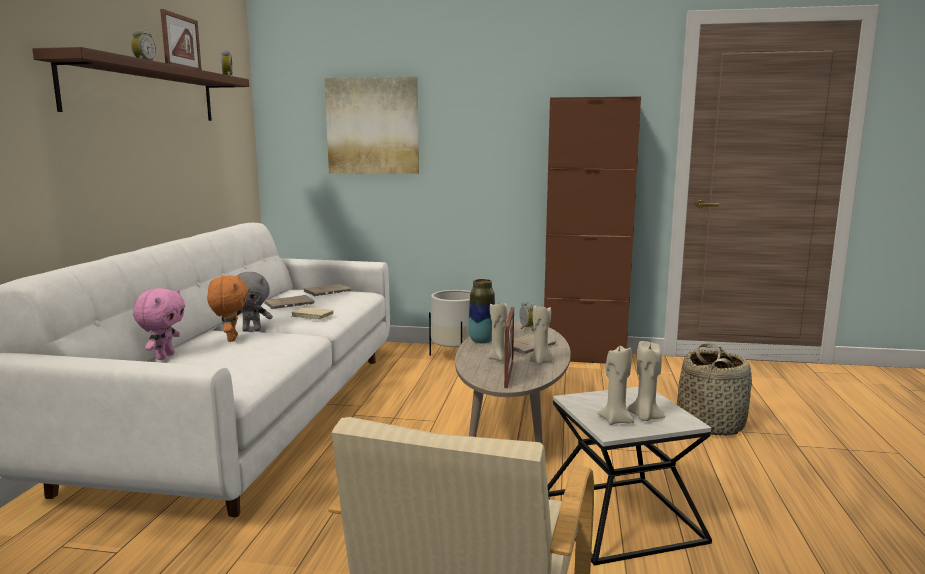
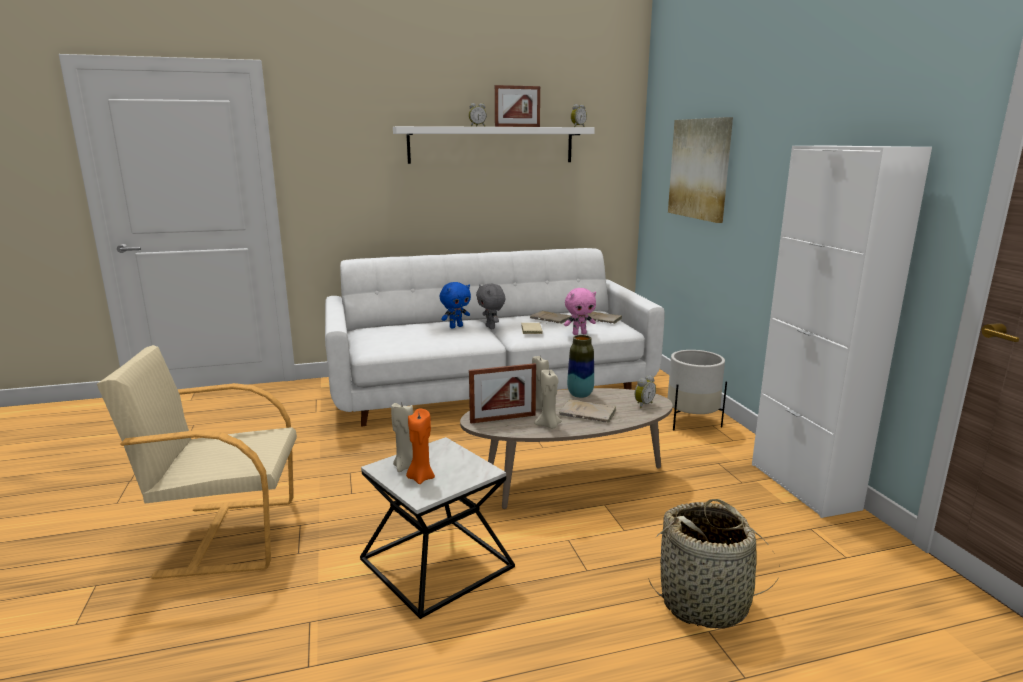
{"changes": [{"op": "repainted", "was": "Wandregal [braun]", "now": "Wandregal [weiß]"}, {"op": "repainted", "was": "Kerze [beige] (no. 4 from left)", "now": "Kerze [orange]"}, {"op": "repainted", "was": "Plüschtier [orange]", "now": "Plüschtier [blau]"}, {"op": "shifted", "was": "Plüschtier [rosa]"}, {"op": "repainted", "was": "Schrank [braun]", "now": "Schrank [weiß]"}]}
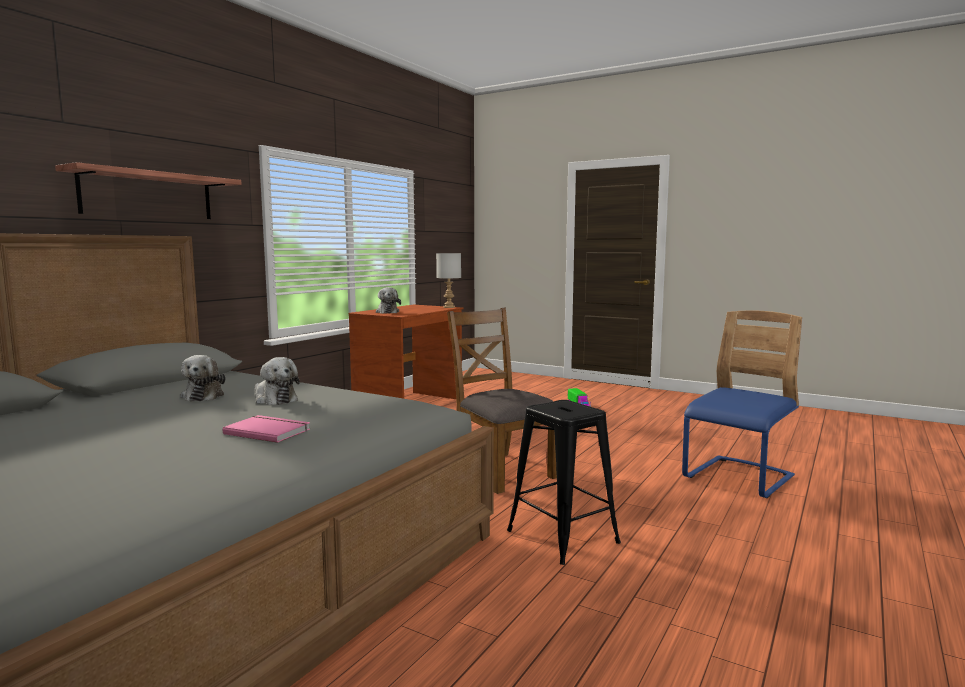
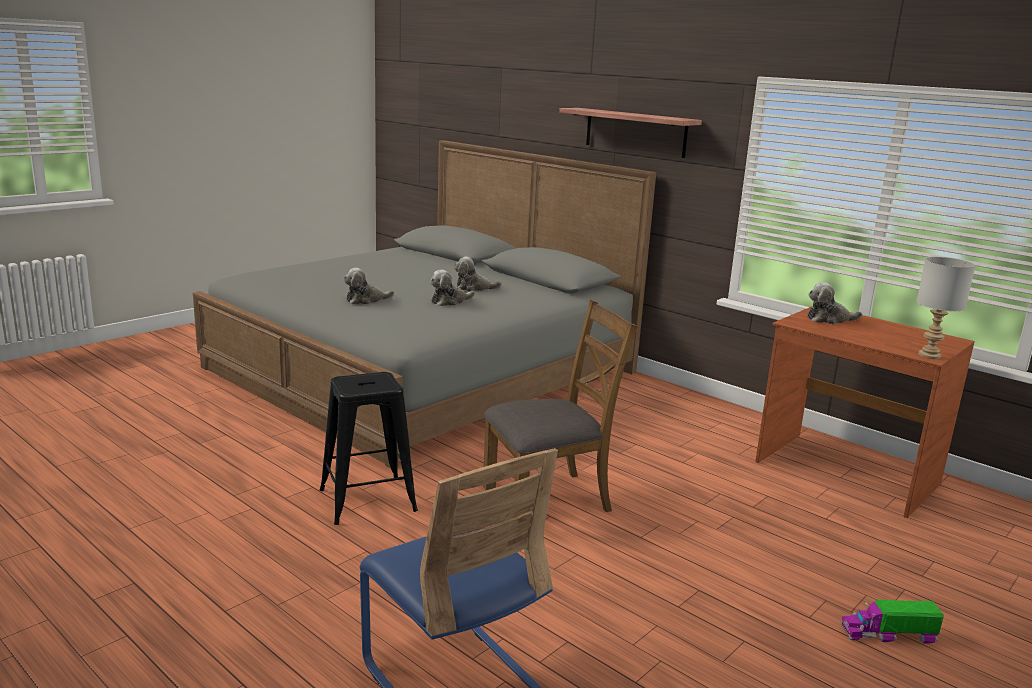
{"changes": [{"op": "swapped", "was": "Buch [rosa]", "now": "Plüschtier (no. 1 from left)"}]}
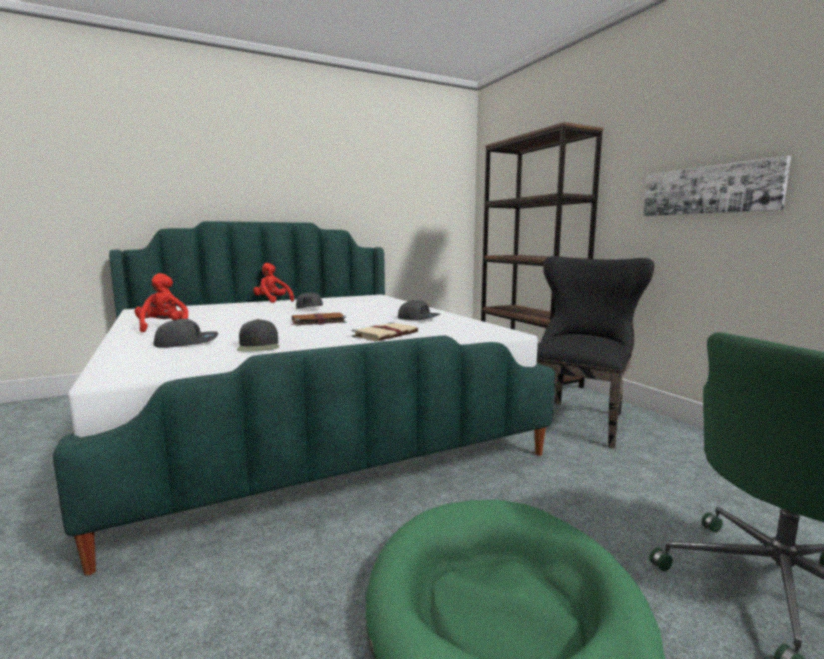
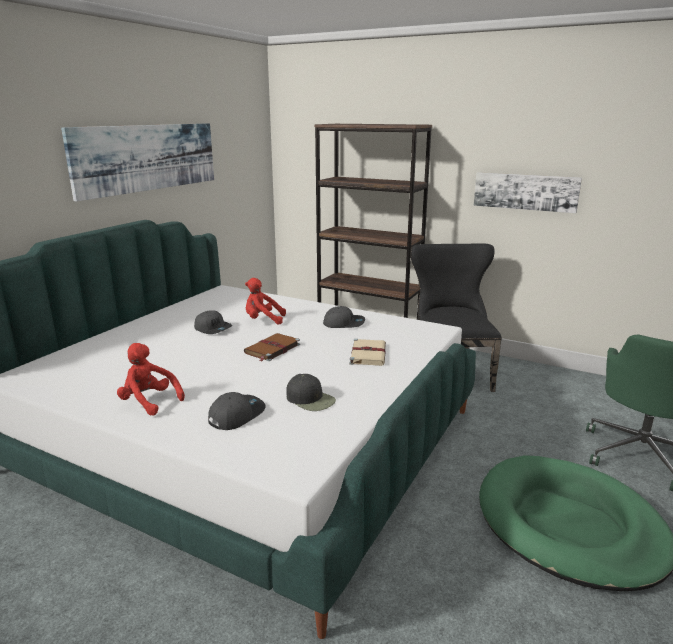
{"changes": [{"op": "new", "now": "Bild (no. 1 from left)"}, {"op": "shifted", "was": "Plüschtier [rot] (no. 2 from left)"}]}
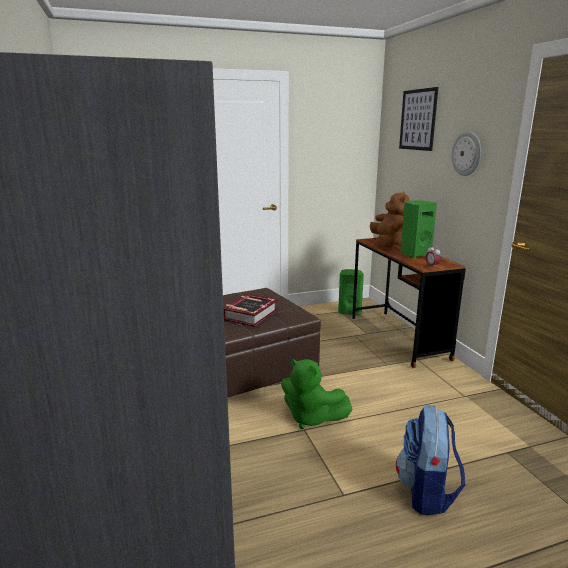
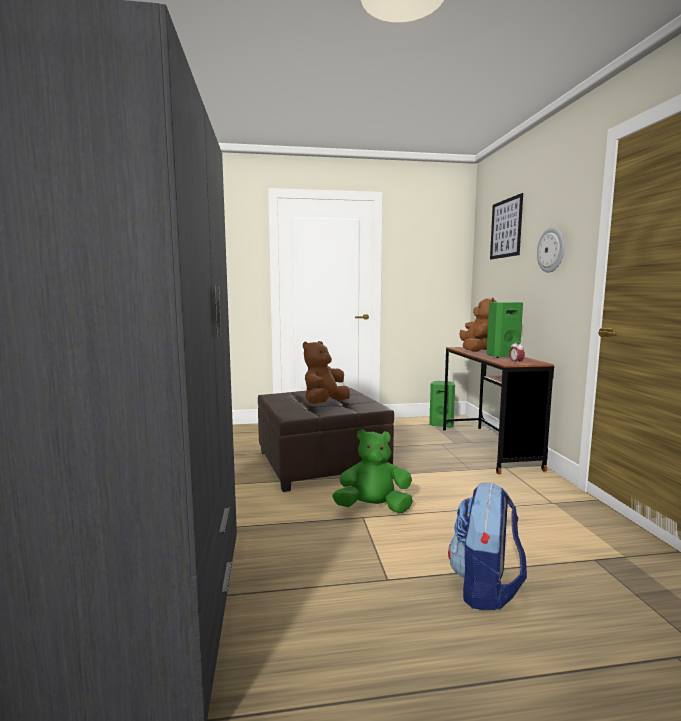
{"changes": [{"op": "swapped", "was": "Buch", "now": "Plüschtier [braun] (no. 1 from left)"}, {"op": "rotated", "was": "Plüschtier [grün]", "clockwise": 135}]}
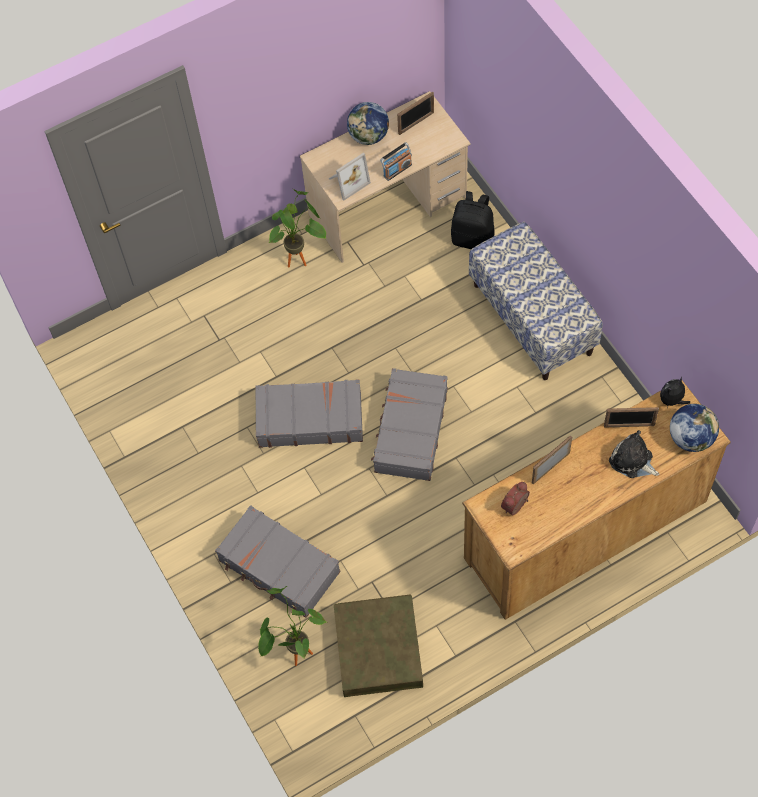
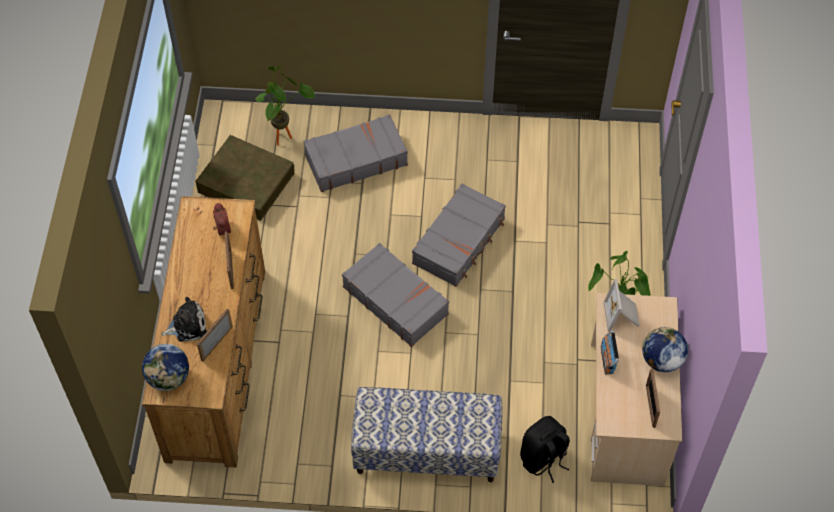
{"changes": [{"op": "gone", "was": "Plüschtier (no. 2 from left)"}]}
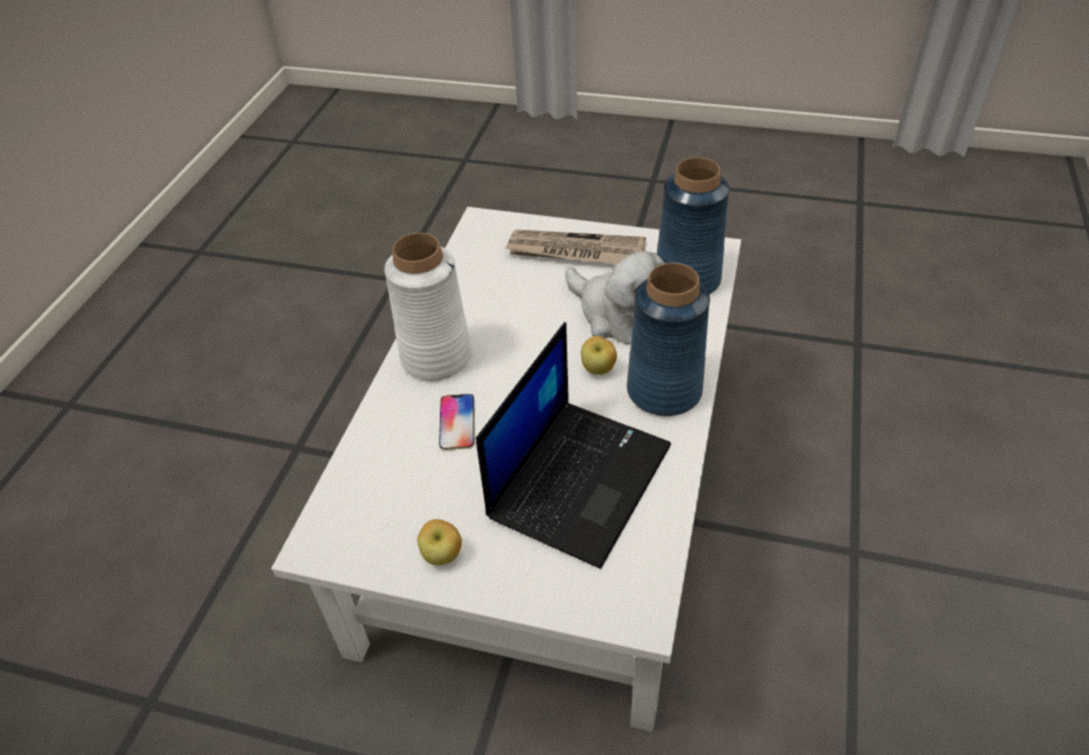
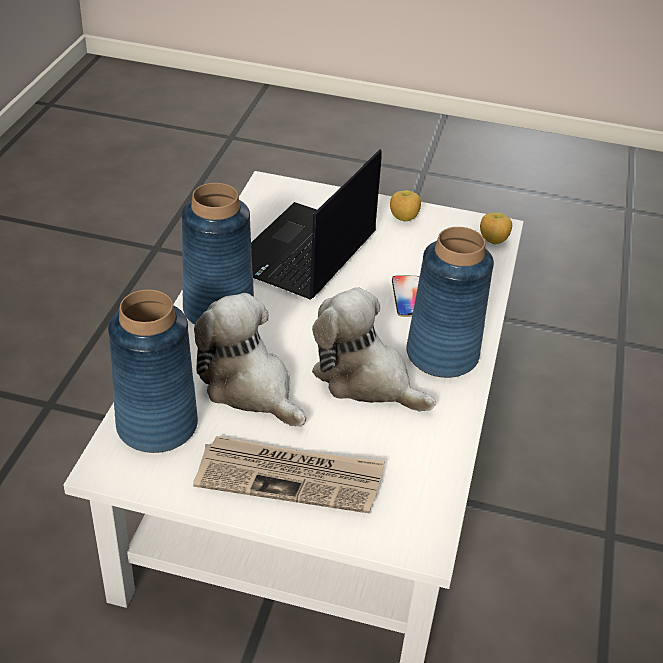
{"changes": [{"op": "new", "now": "Plüschtier (no. 2 from left)"}, {"op": "repainted", "was": "Vase [weiß]", "now": "Vase [blau] (no. 3 from left)"}, {"op": "shifted", "was": "Apfel (no. 2 from left)"}]}
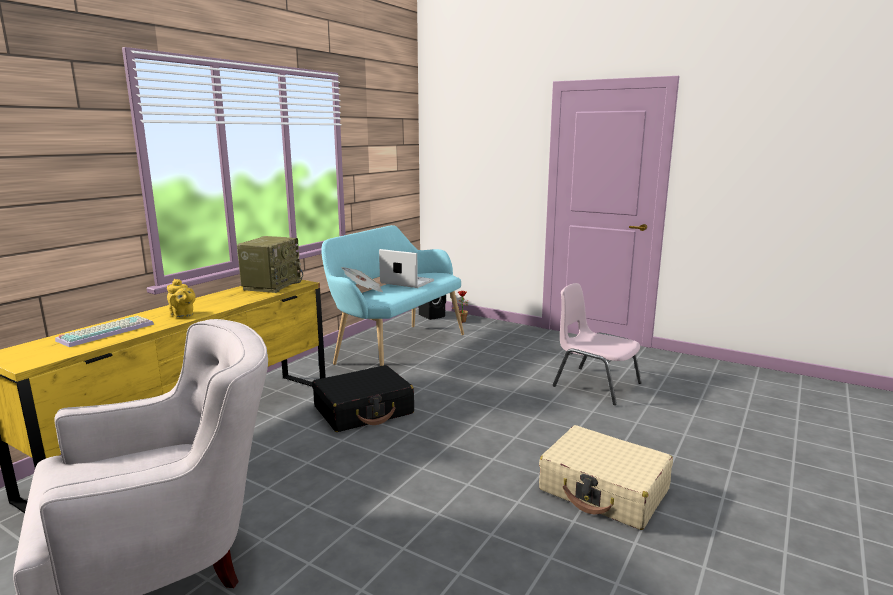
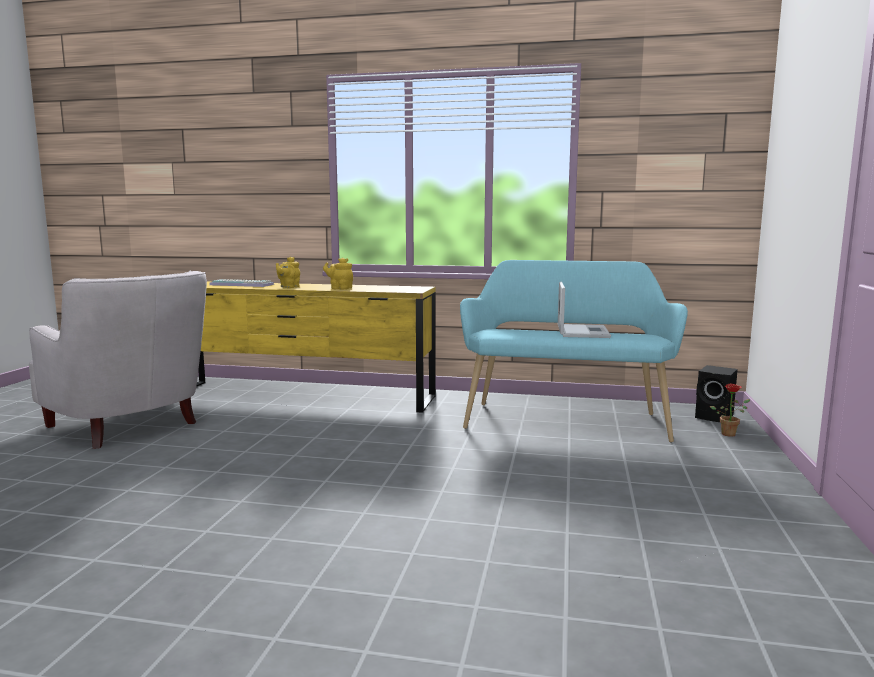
{"changes": [{"op": "new", "now": "Teekanne [gelb] (no. 2 from left)"}, {"op": "gone", "was": "Radio"}, {"op": "gone", "was": "Koffer [schwarz]"}, {"op": "gone", "was": "Zeitung"}, {"op": "gone", "was": "Koffer [beige]"}, {"op": "gone", "was": "Stuhl [rosa]"}]}
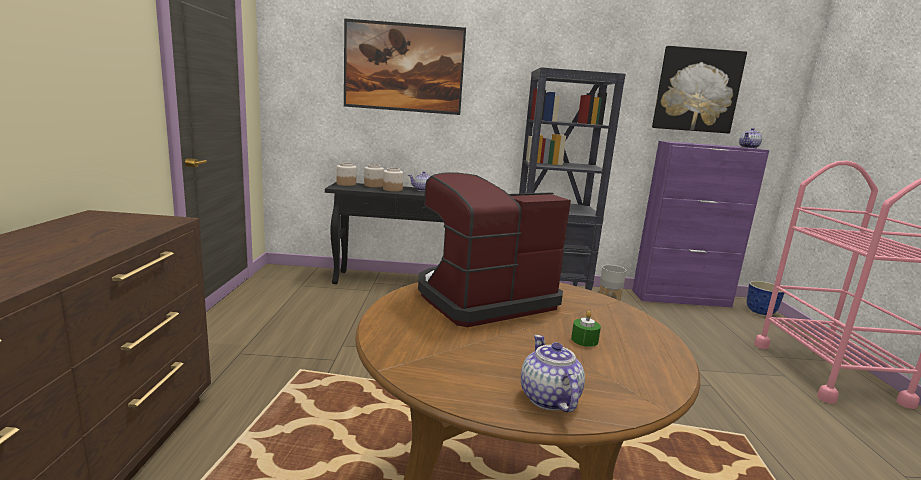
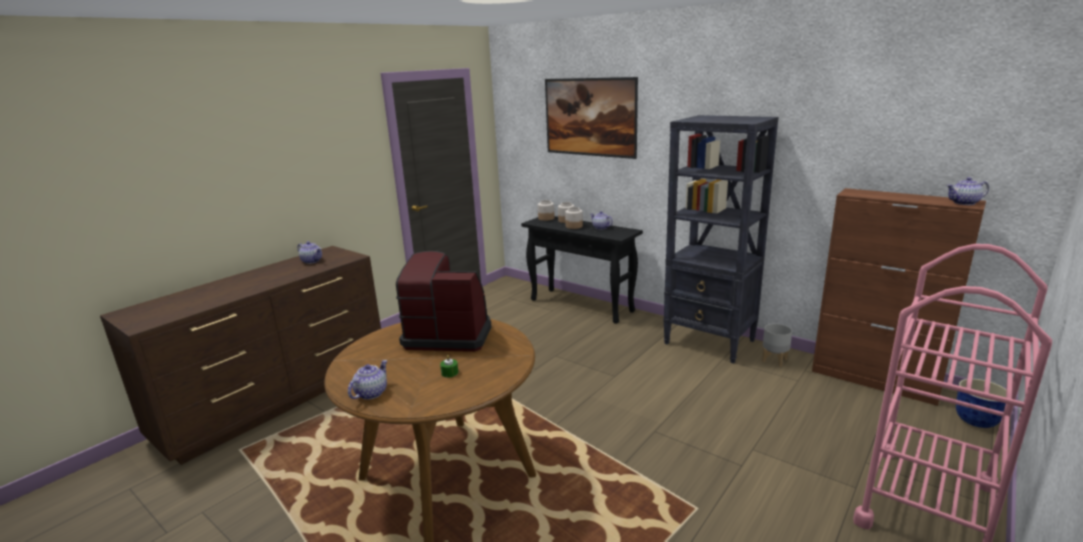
{"changes": [{"op": "new", "now": "Teekanne (no. 1 from left)"}, {"op": "repainted", "was": "Schrank [lila]", "now": "Schrank [braun]"}, {"op": "gone", "was": "Bild (no. 2 from left)"}]}
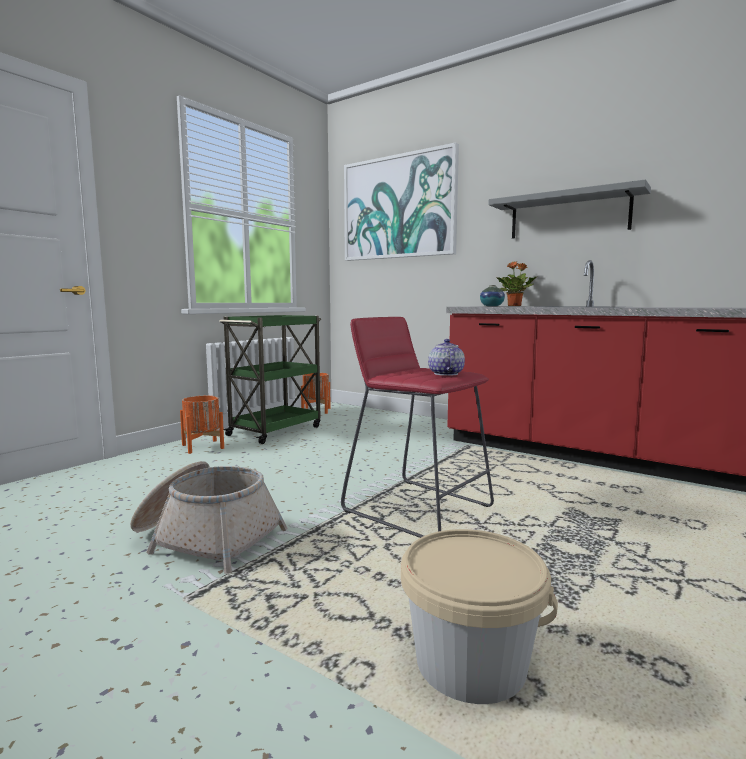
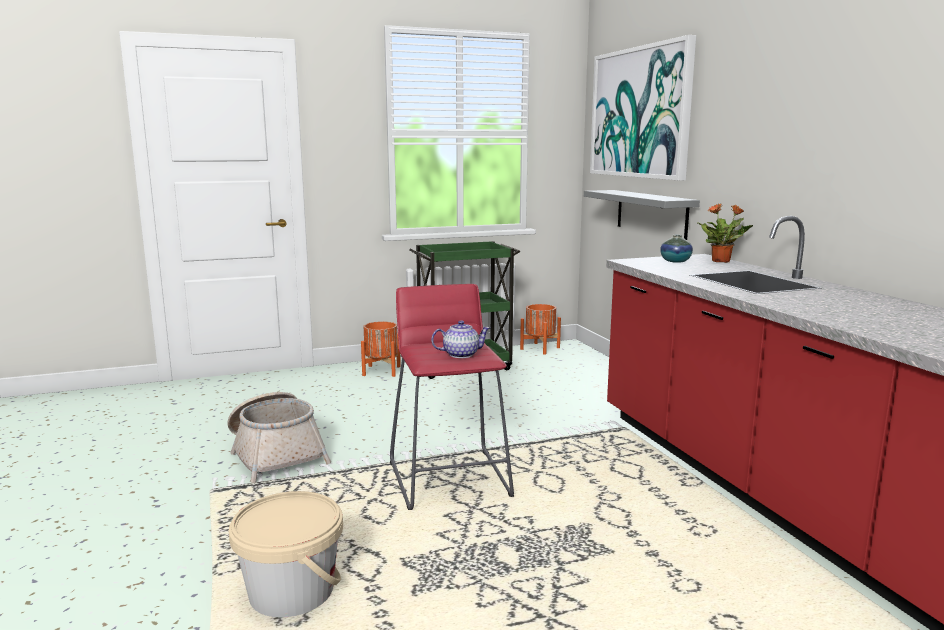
{"changes": [{"op": "rotated", "was": "Teekanne", "clockwise": 45}, {"op": "shifted", "was": "Wandregal [grau]"}]}
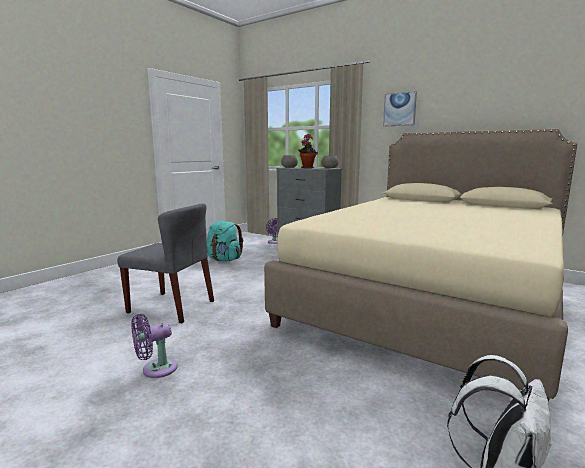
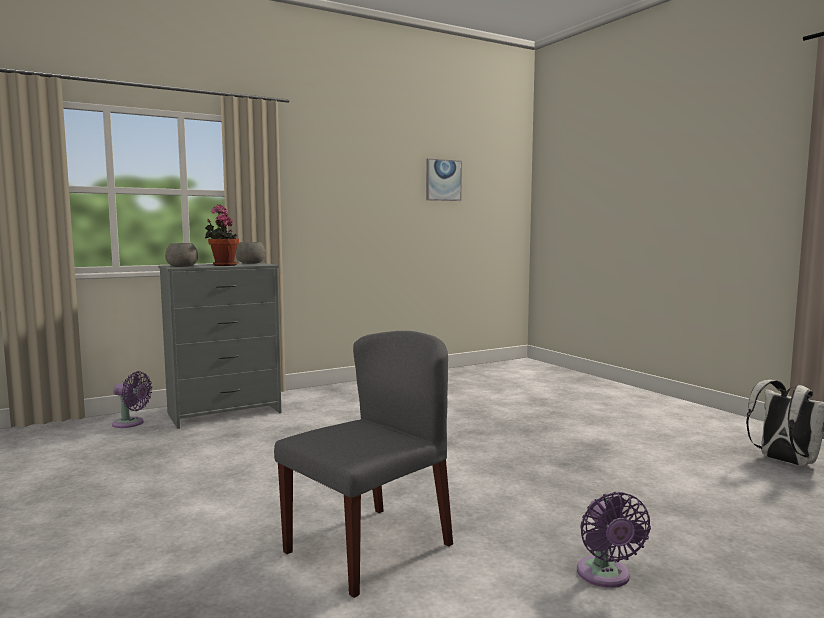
{"changes": [{"op": "shifted", "was": "Bild"}, {"op": "gone", "was": "Rucksack [türkis]"}, {"op": "gone", "was": "Bett [beige]"}]}
